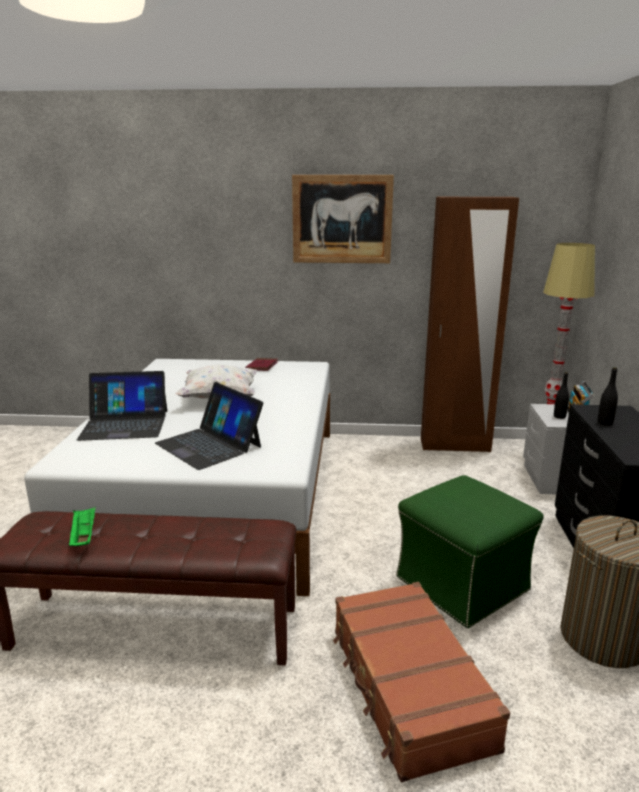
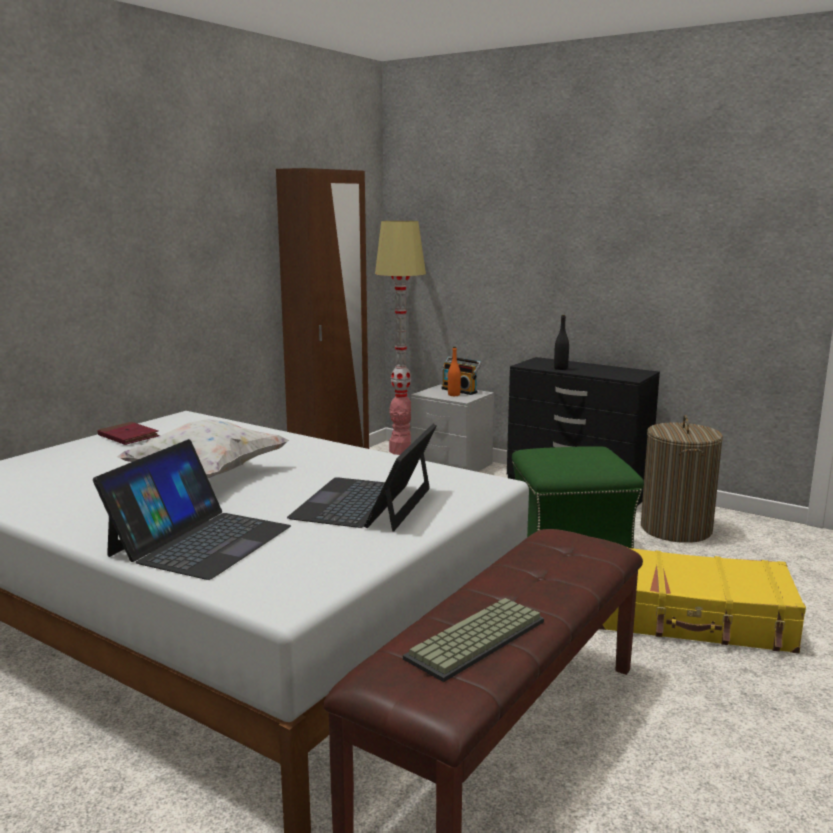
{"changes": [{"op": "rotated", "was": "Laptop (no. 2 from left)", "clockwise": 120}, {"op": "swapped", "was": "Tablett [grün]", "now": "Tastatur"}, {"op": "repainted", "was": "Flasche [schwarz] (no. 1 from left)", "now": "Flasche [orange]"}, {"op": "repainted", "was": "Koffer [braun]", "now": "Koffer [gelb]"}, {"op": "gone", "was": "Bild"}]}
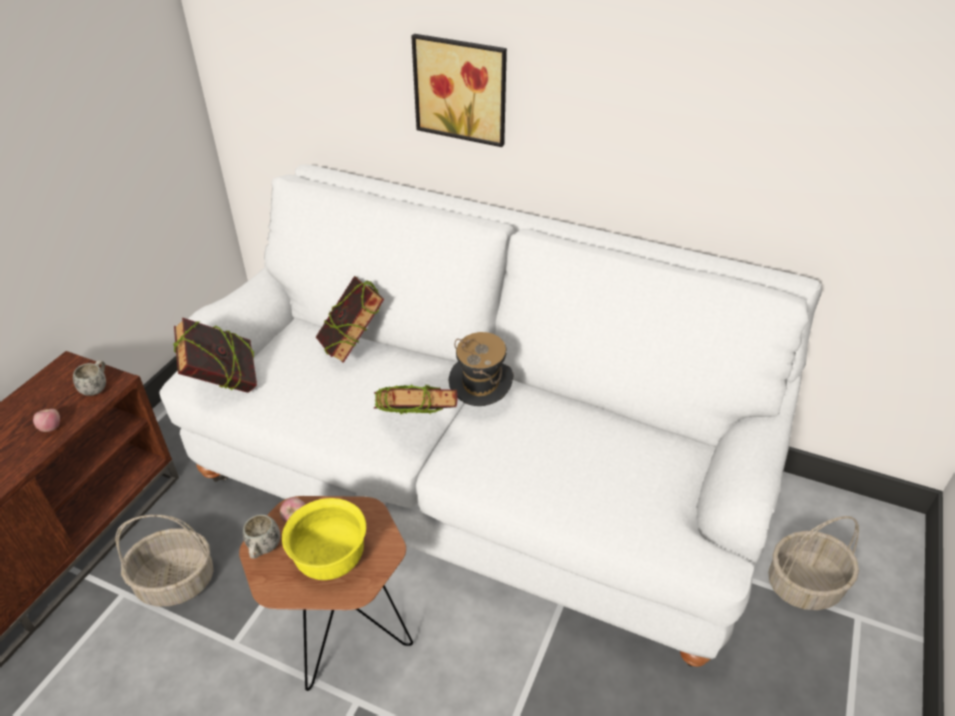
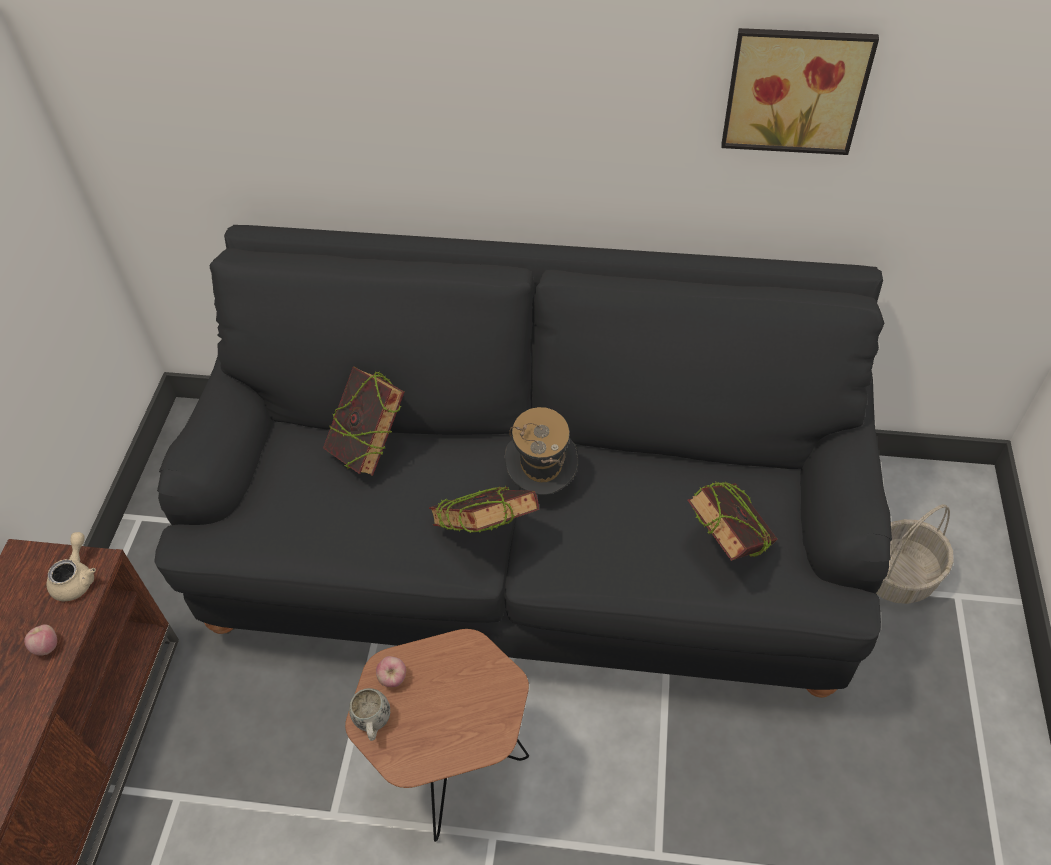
{"changes": [{"op": "swapped", "was": "Henkelbecher [weiß] (no. 1 from left)", "now": "Teekanne [beige]"}, {"op": "repainted", "was": "Sofa [weiß]", "now": "Sofa [schwarz]"}, {"op": "shifted", "was": "Buch (no. 1 from left in the first image)", "now": "Buch (no. 3 from left)"}, {"op": "shifted", "was": "Bild"}, {"op": "gone", "was": "Korb (no. 1 from left)"}, {"op": "gone", "was": "Schüssel [gelb]"}]}
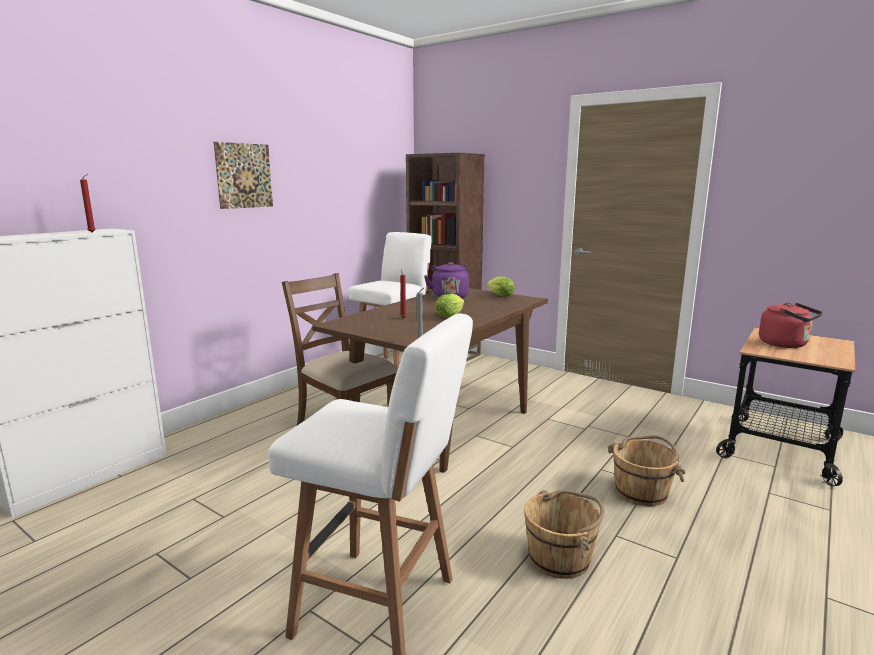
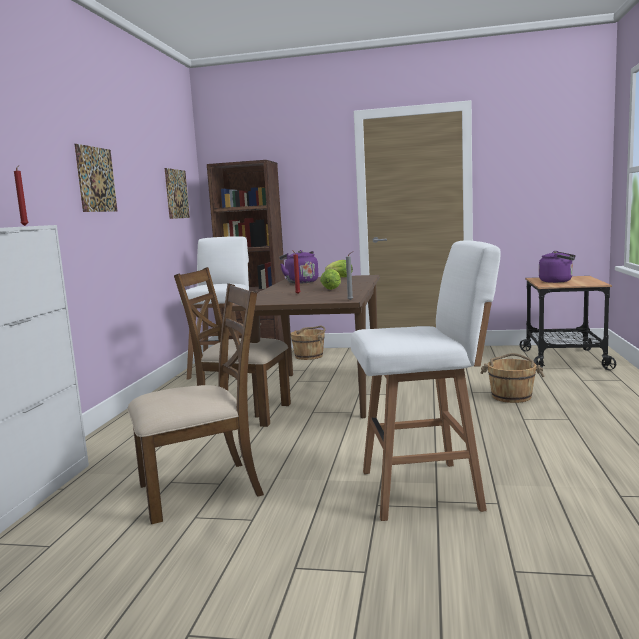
{"changes": [{"op": "new", "now": "Stuhl [braun] (no. 1 from left)"}, {"op": "new", "now": "Bild (no. 2 from left)"}, {"op": "shifted", "was": "Eimer [braun] (no. 1 from left)"}, {"op": "repainted", "was": "Wasserkessel [rot]", "now": "Wasserkessel [lila] (no. 2 from left)"}]}
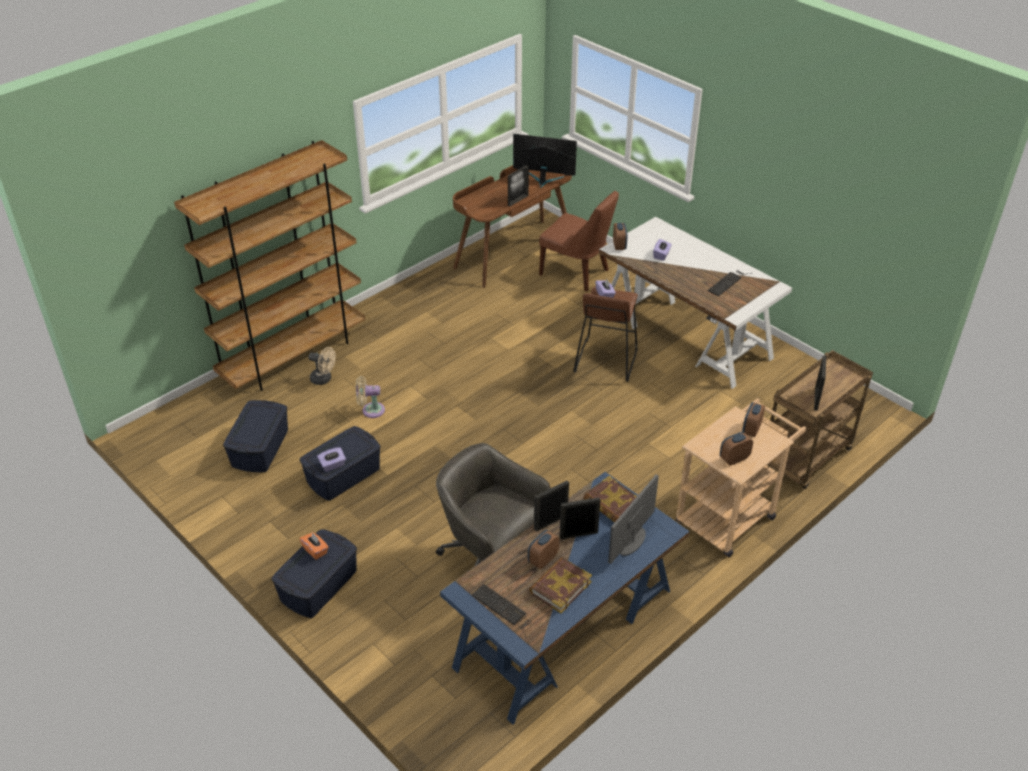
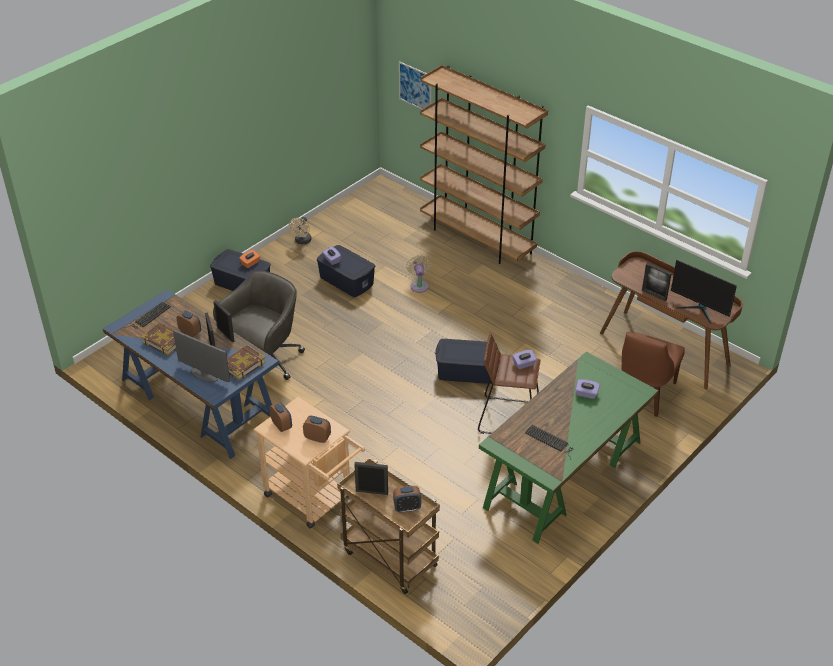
{"changes": [{"op": "shifted", "was": "Ventilator [beige] (no. 1 from left)"}, {"op": "shifted", "was": "Wecker (no. 2 from left in the first image)", "now": "Wecker (no. 4 from left)"}, {"op": "new", "now": "Bild"}, {"op": "shifted", "was": "Aufbewahrungsbox [blau] (no. 1 from left in the first image)", "now": "Aufbewahrungsbox [blau] (no. 3 from left)"}, {"op": "repainted", "was": "Schreibtisch [weiß]", "now": "Schreibtisch [grün]"}, {"op": "rotated", "was": "Monitor (no. 1 from left in the first image)", "clockwise": 120}]}
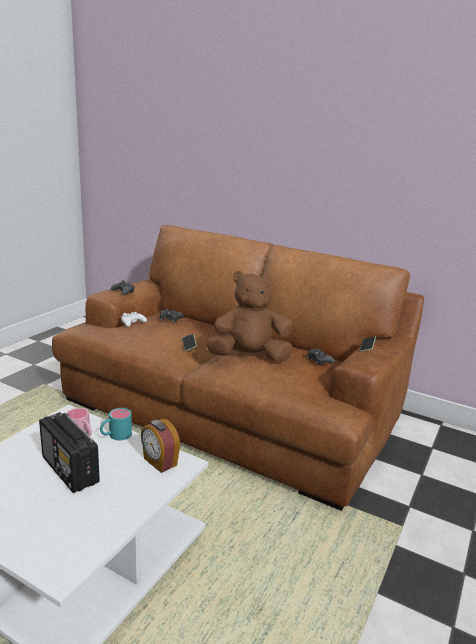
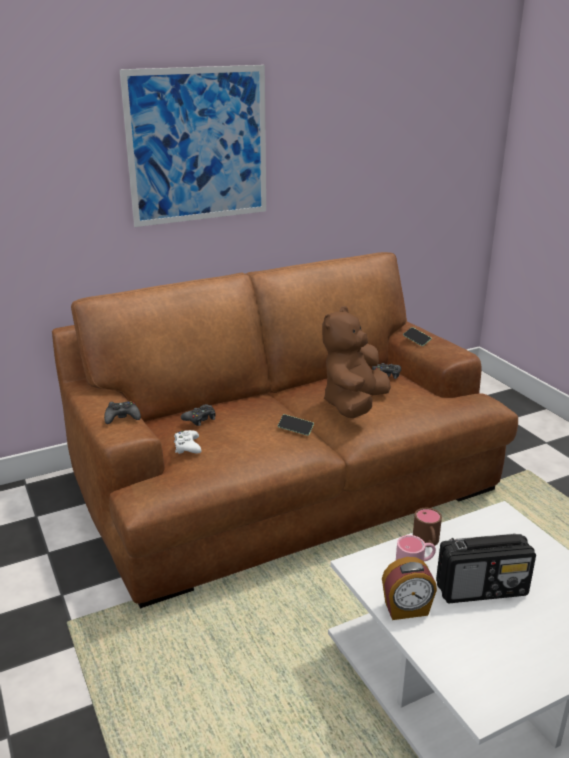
{"changes": [{"op": "new", "now": "Bild"}, {"op": "shifted", "was": "Wecker"}, {"op": "repainted", "was": "Henkelbecher [türkis]", "now": "Henkelbecher [braun]"}]}
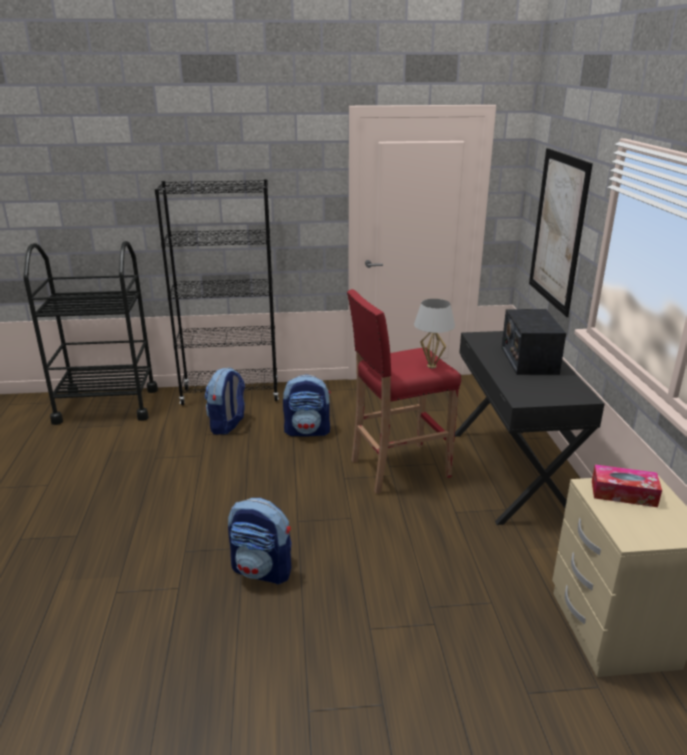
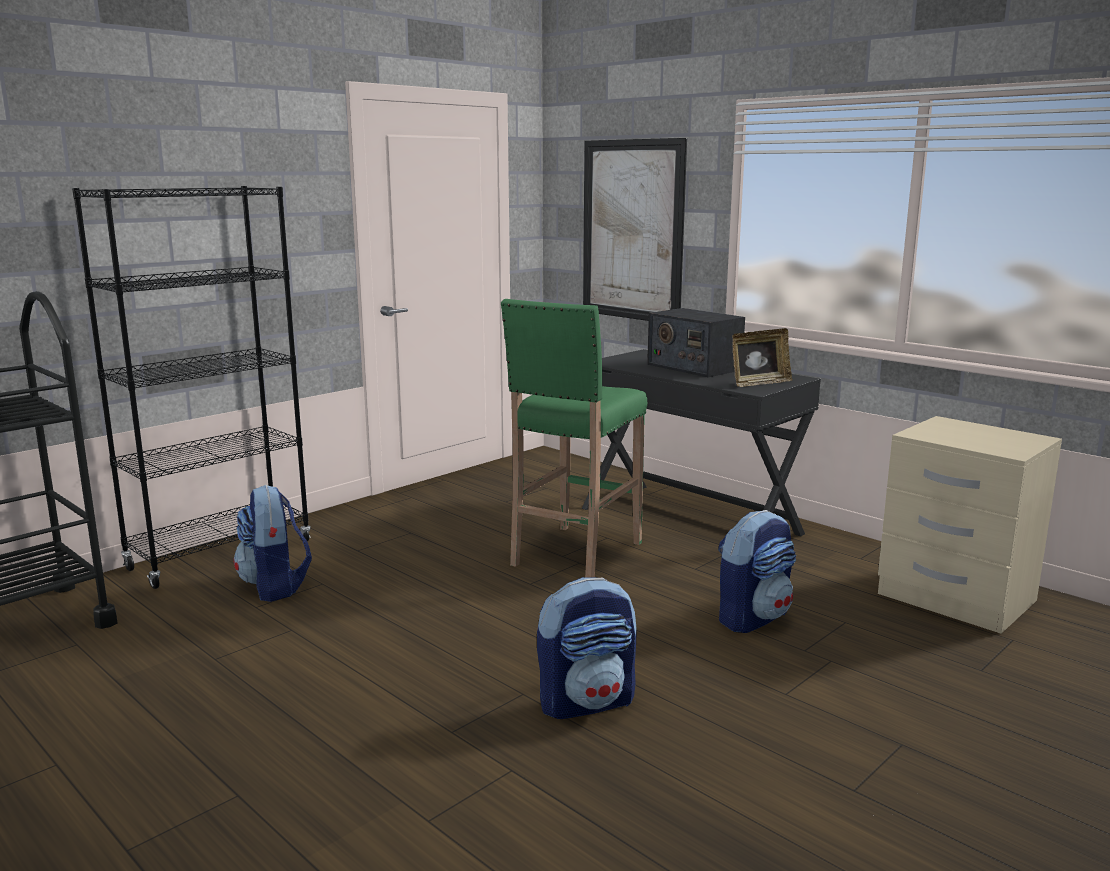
{"changes": [{"op": "repainted", "was": "Hocker [rot]", "now": "Hocker [grün]"}, {"op": "shifted", "was": "Rucksack (no. 3 from left)"}, {"op": "new", "now": "Bilderrahmen"}, {"op": "gone", "was": "Tischlampe [weiß]"}, {"op": "gone", "was": "Taschentuchbox"}]}
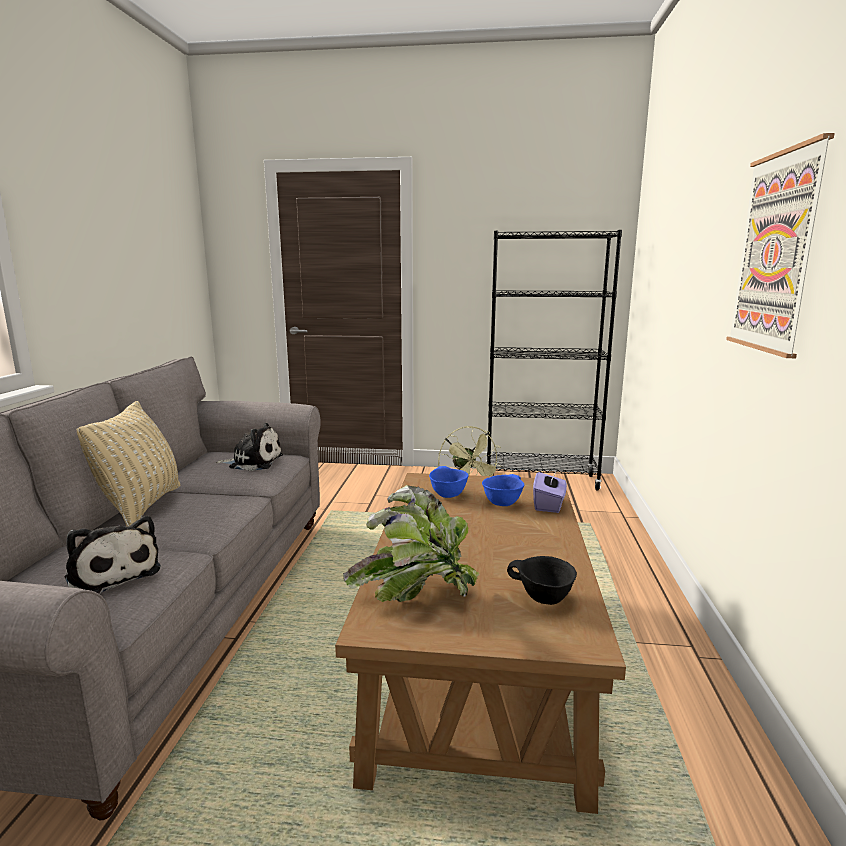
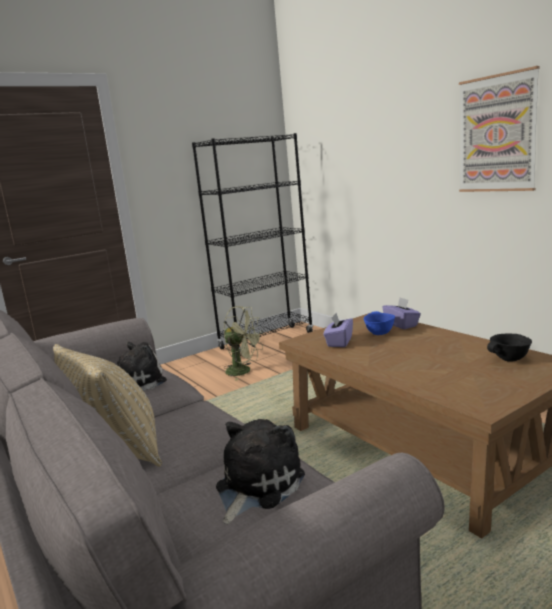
{"changes": [{"op": "rotated", "was": "Plüschtier (no. 1 from left in the first image)", "clockwise": -60}, {"op": "swapped", "was": "Schüssel [blau] (no. 1 from left)", "now": "Taschentuchbox [lila] (no. 1 from left)"}, {"op": "gone", "was": "Topfpflanze"}]}
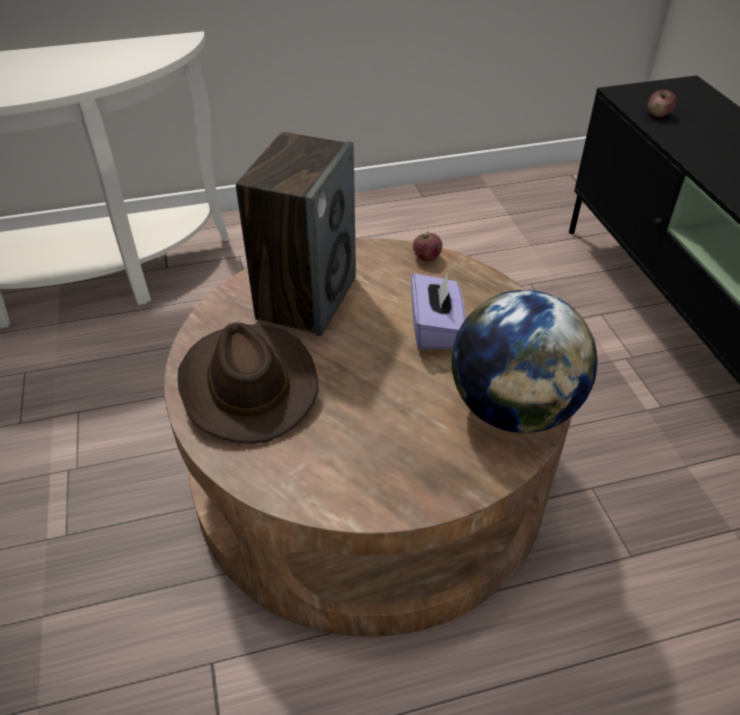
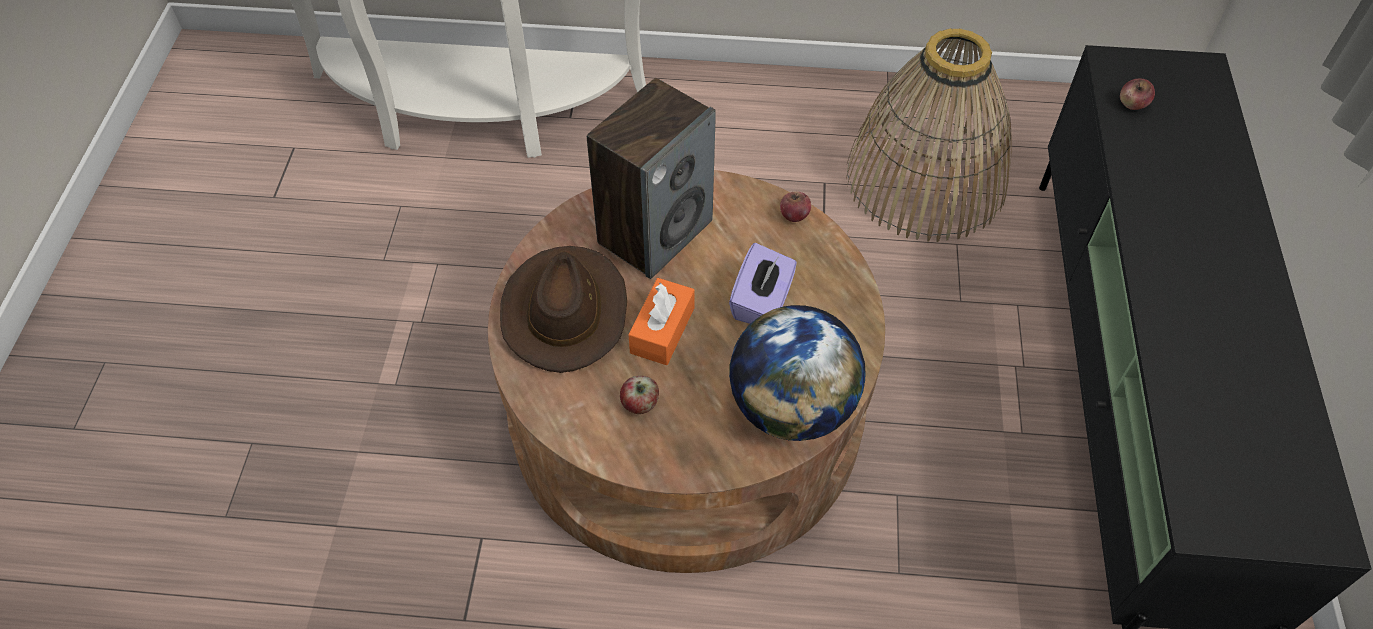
{"changes": [{"op": "new", "now": "Apfel (no. 1 from left)"}, {"op": "new", "now": "Taschentuchbox [orange]"}, {"op": "new", "now": "Korb"}]}
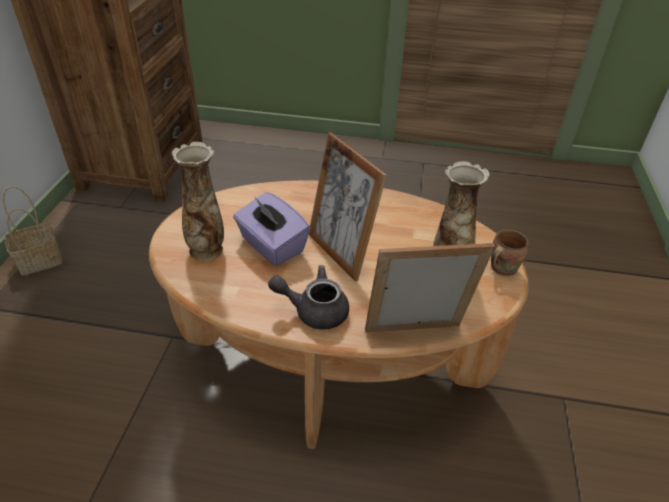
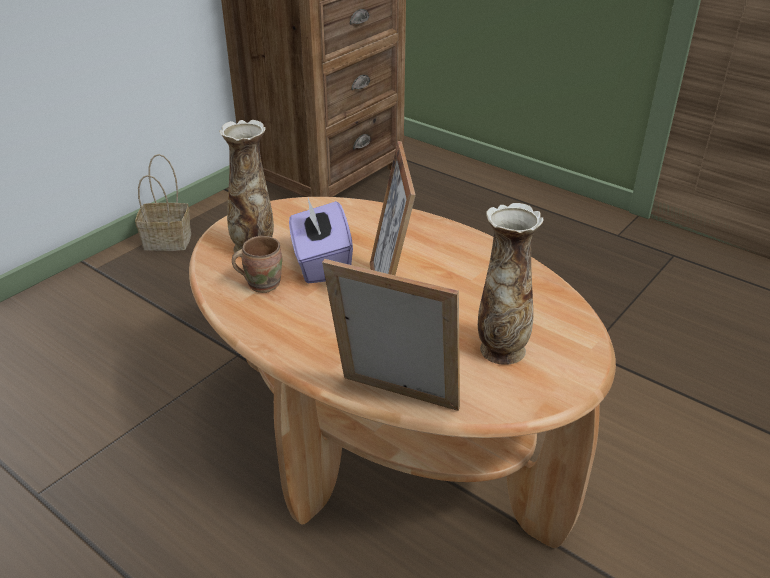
{"changes": [{"op": "shifted", "was": "Henkelbecher [braun]"}, {"op": "gone", "was": "Teekanne [grau]"}]}
